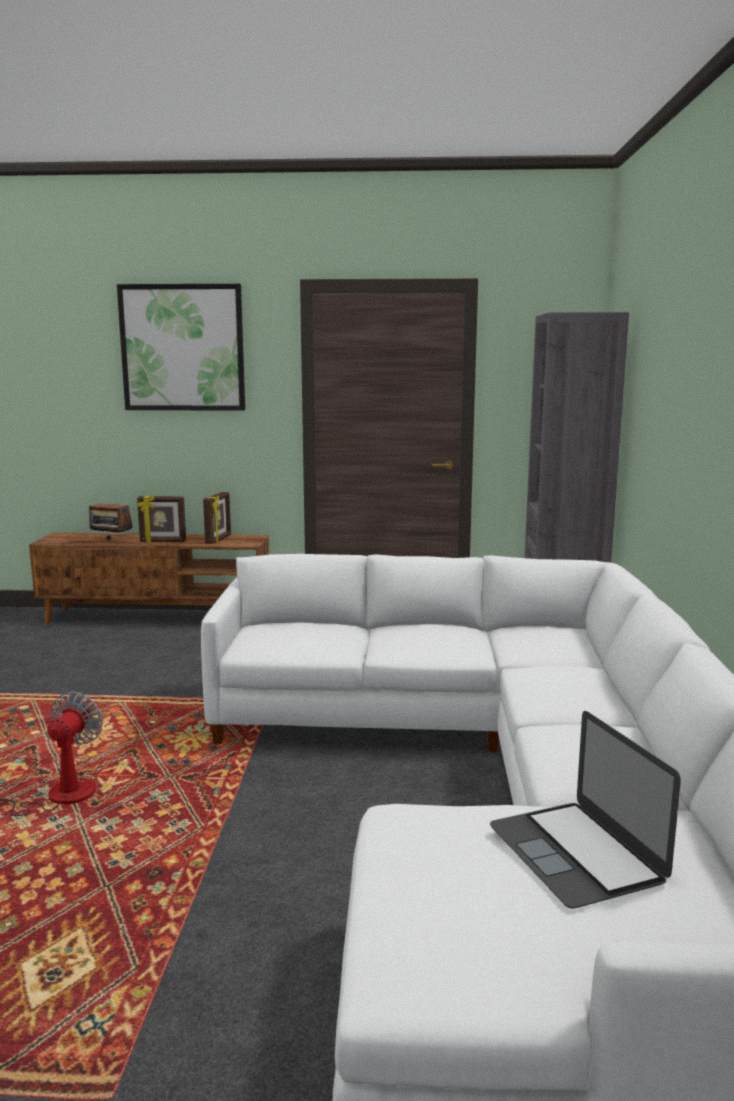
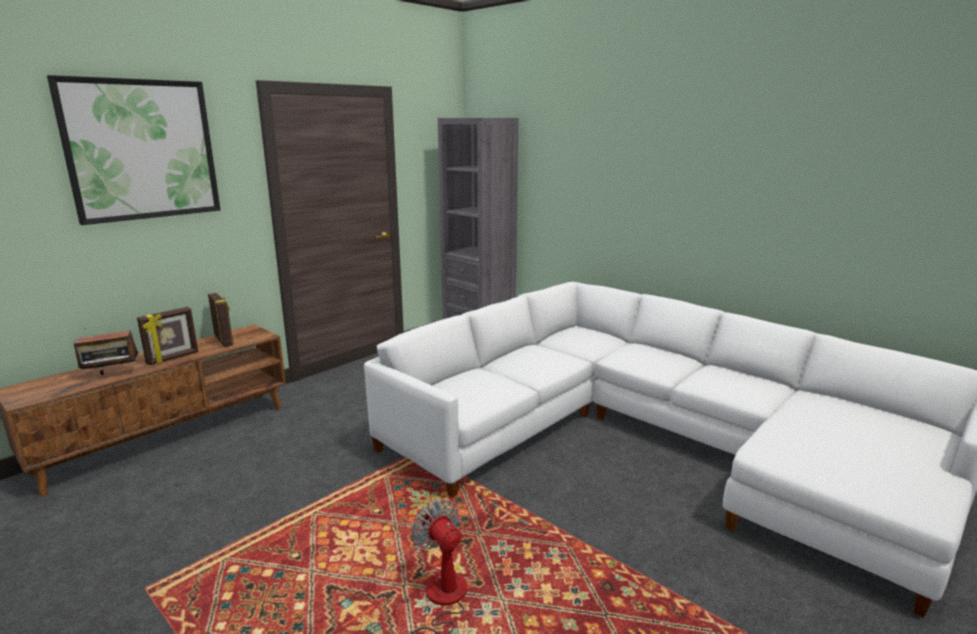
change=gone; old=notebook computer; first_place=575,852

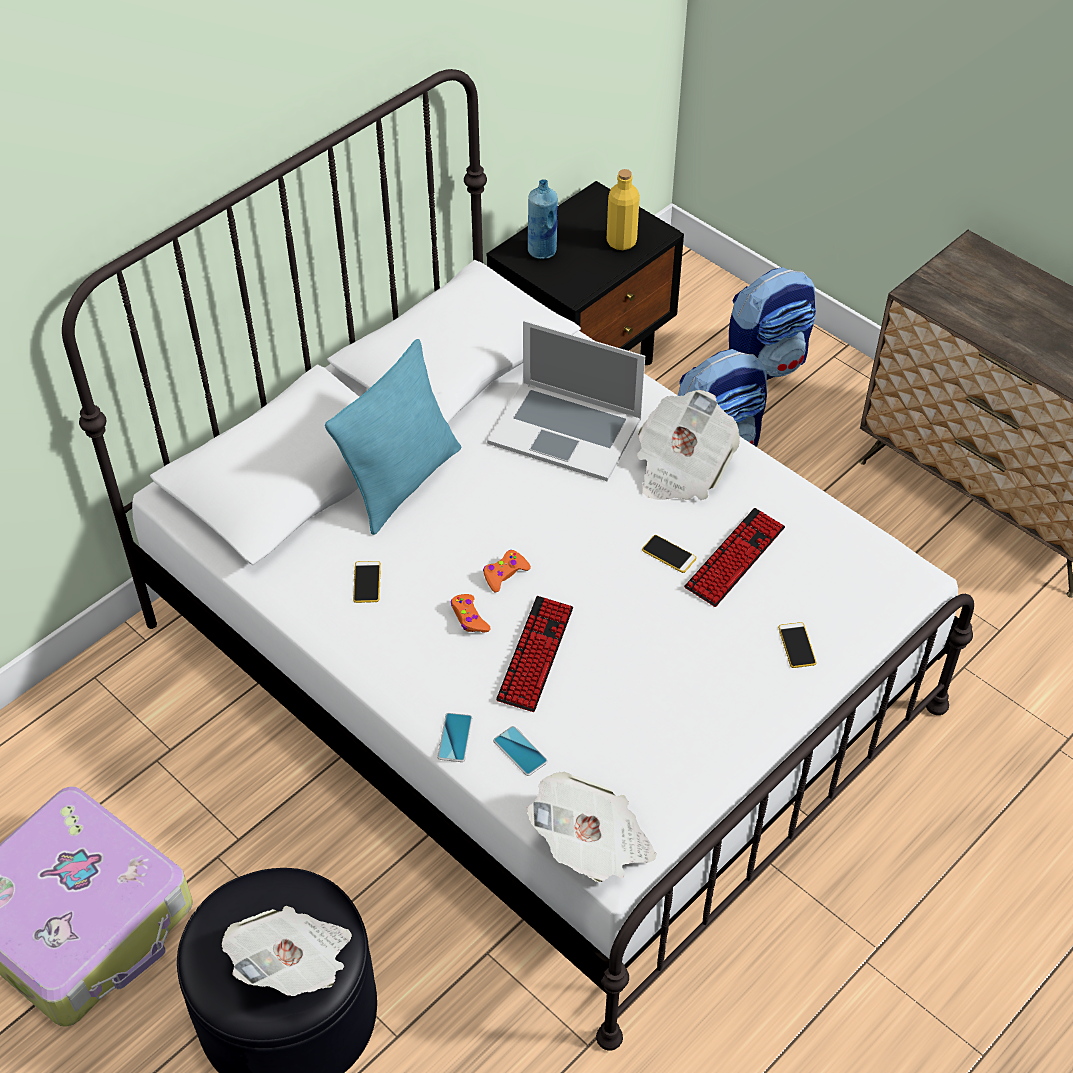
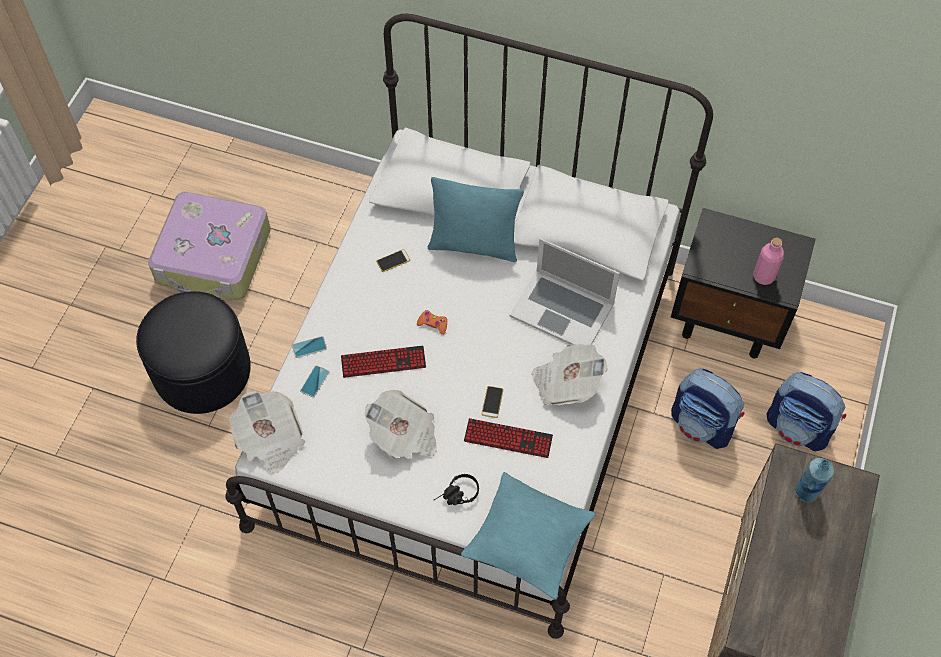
change=gone; old=orange game controller; first_place=469,618
change=new; new=blue-green cushion; second_place=528,539
change=shifted; old=daily paper; first_place=294,964; second_place=404,435
change=shifted; old=bluish bottle; first_place=542,251; second_place=807,492
change=swapped; old=handset; new=black-coloured pair of headphones; first_place=797,645; second_place=457,496
change=repainted; old=yellow-coloured bottle; new=pink-coloured bottle; first_place=621,242; second_place=763,276
change=rotated; old=notebook computer; first_place=565,430; second_place=562,309; degrees=-60

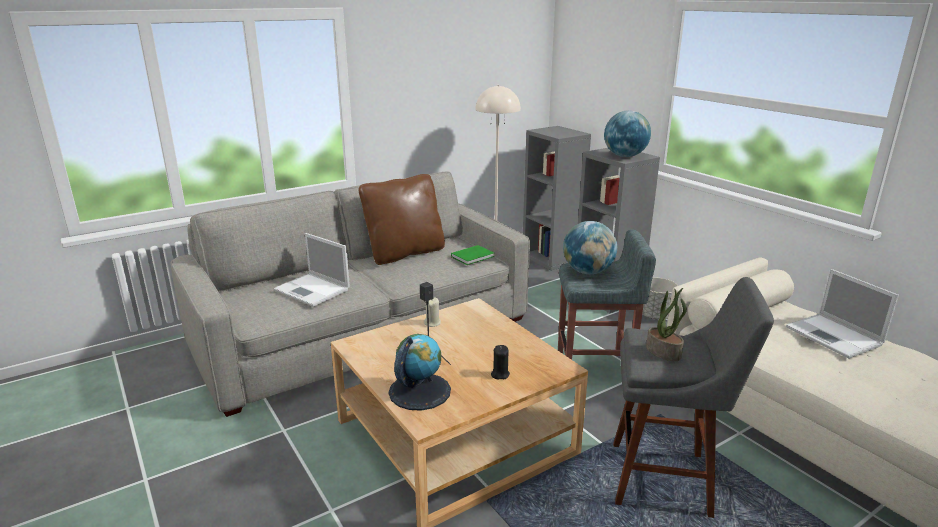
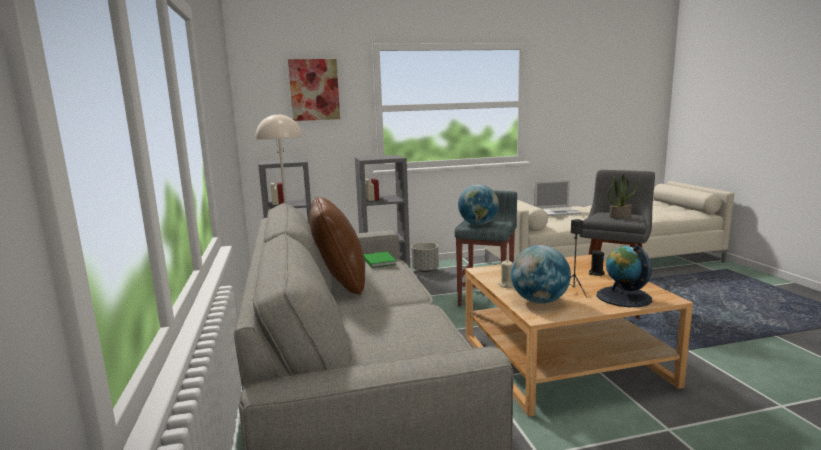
change=gone; old=notebook computer; first_place=313,290
change=new; new=wall art; second_place=314,90
change=shifted; old=globe; first_place=625,156; second_place=539,301

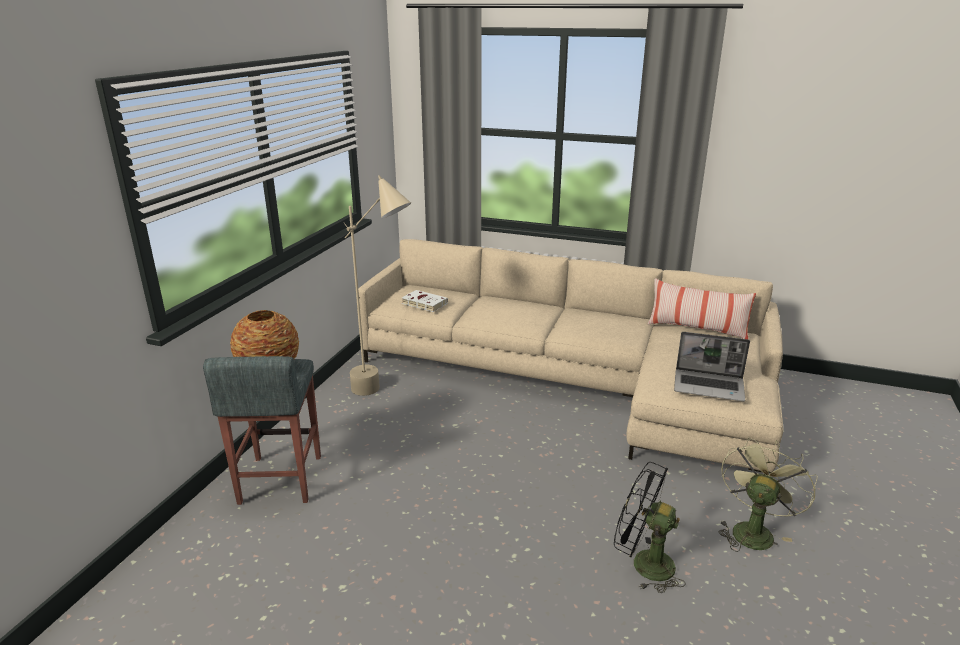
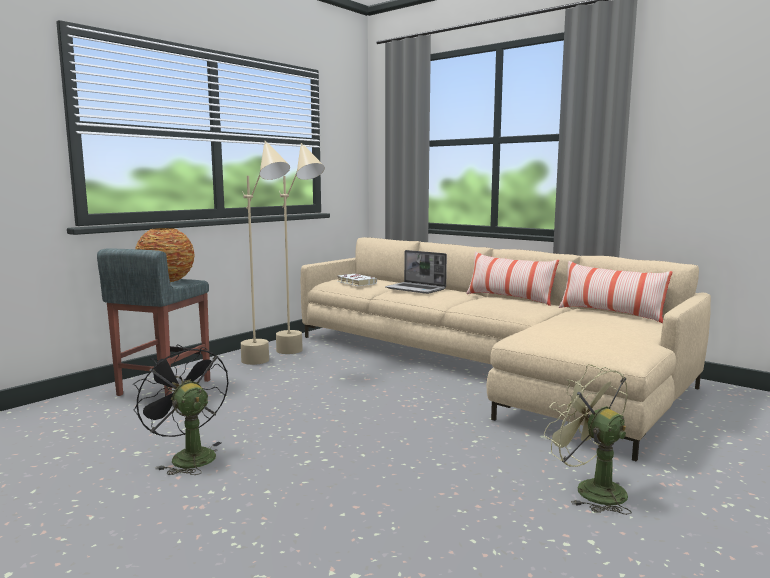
change=new; new=beige standing lamp; second_place=267,365
change=new; new=cushion; second_place=509,298
change=shifted; old=black-coloured electric fan; first_place=643,564; second_place=187,456
change=shifted; old=notebook computer; first_place=709,386; second_place=416,289
change=rotated; old=green electric fan; first_place=753,530; second_place=590,489; degrees=-90

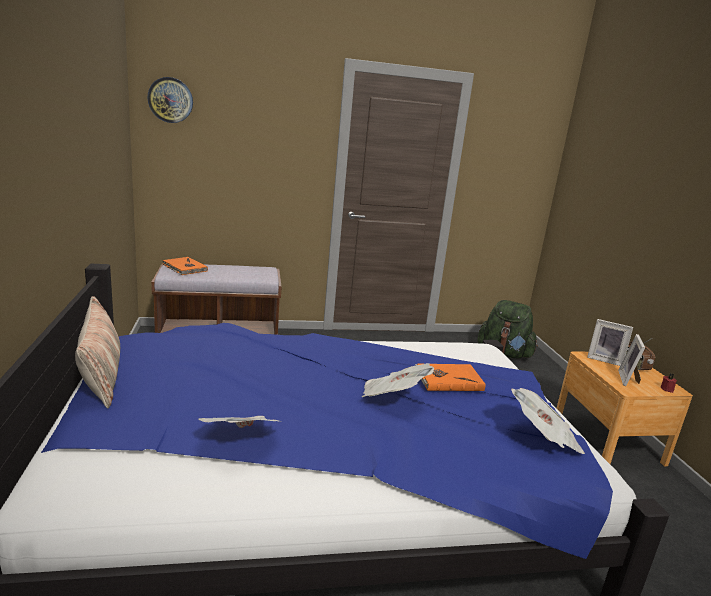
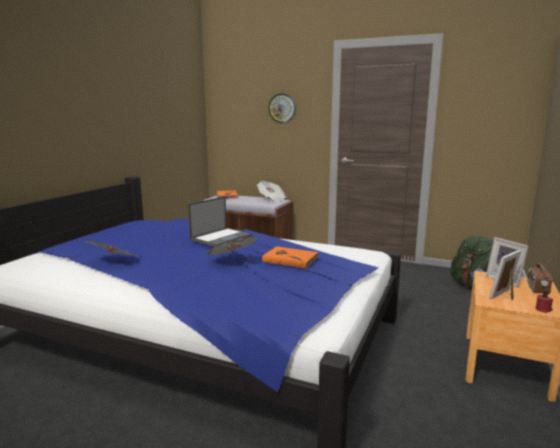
change=gone; old=cushion; first_place=101,373
change=new; new=notebook computer; second_place=221,237
change=shifted; old=wall clock; first_place=170,100; second_place=282,108
change=shifted; old=daily paper; first_place=543,437; second_place=271,199

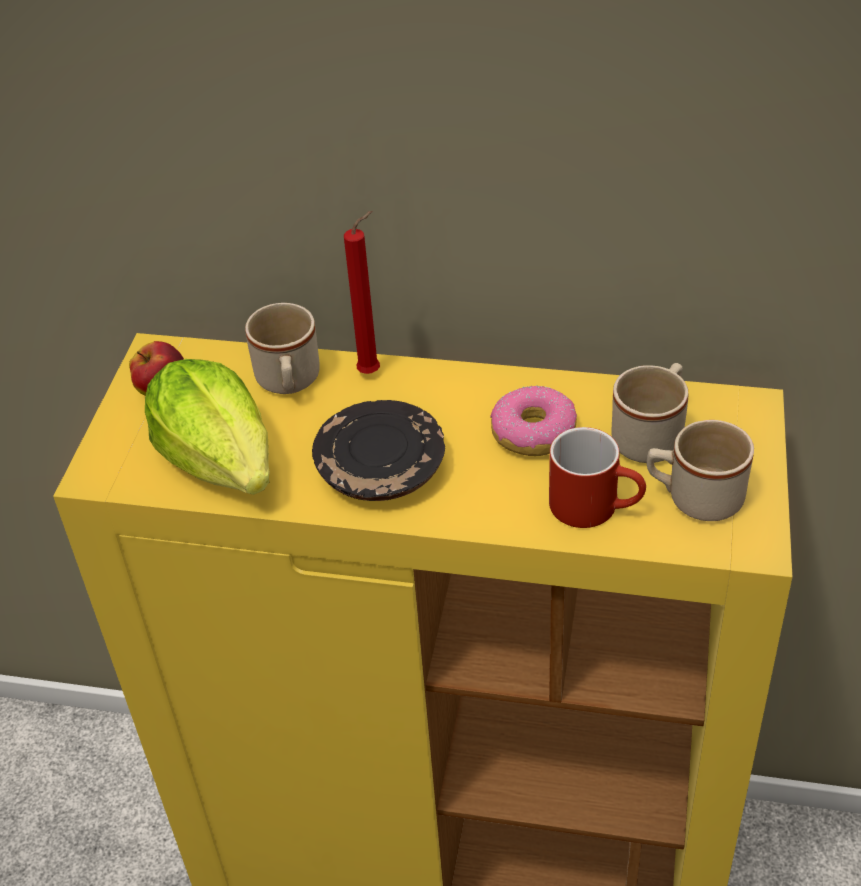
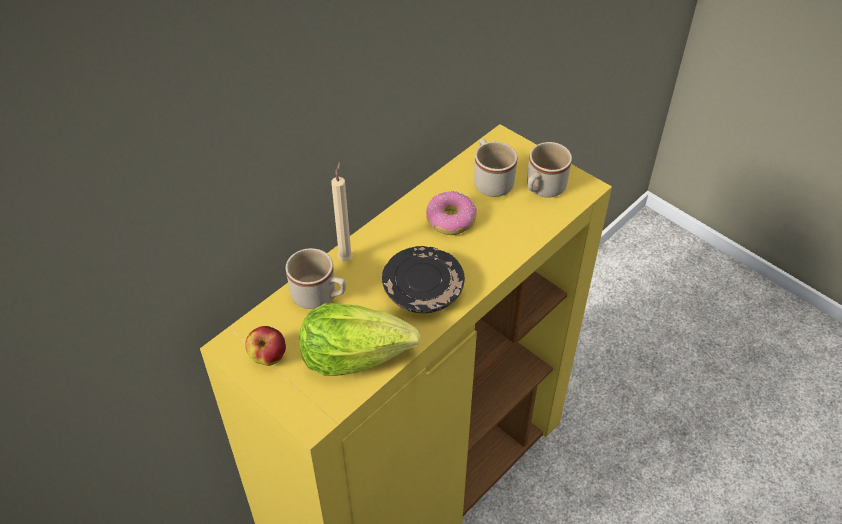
change=gone; old=reddish coffee mug; first_place=596,506
change=repainted; old=reddish wax light; new=beige wax light; first_place=372,372; second_place=346,257

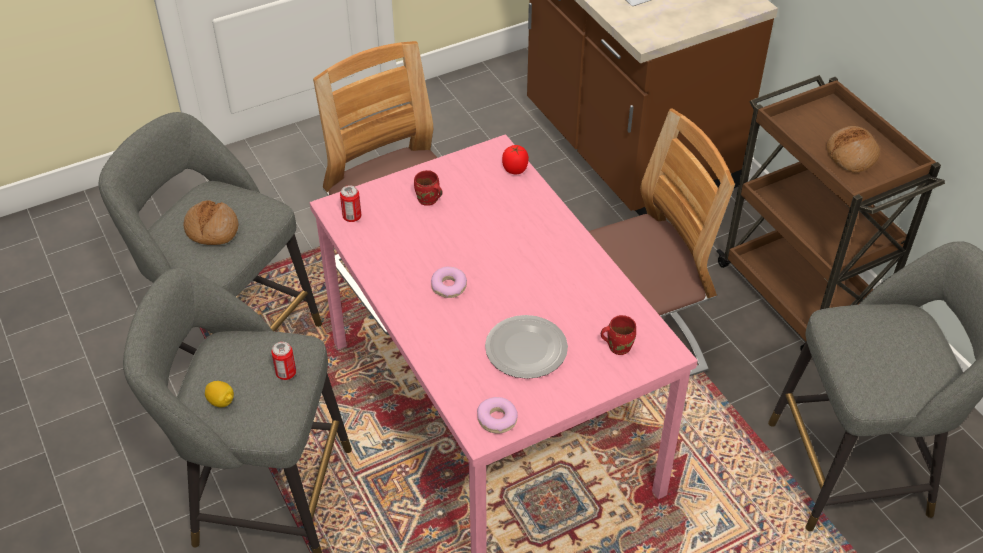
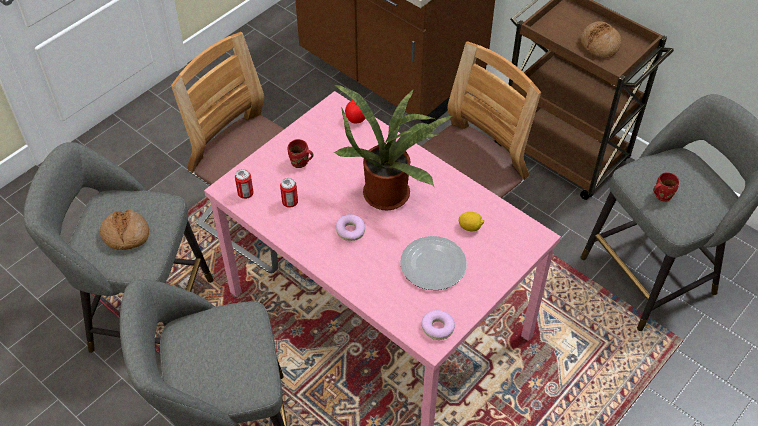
change=new; new=potted plant; second_place=390,191
change=shifted; old=citrus fruit; first_place=221,401; second_place=470,227
change=shifted; old=sealed can; first_place=286,373; second_place=290,202
change=shifted; old=reddish coffee mug; first_place=618,346; second_place=661,195

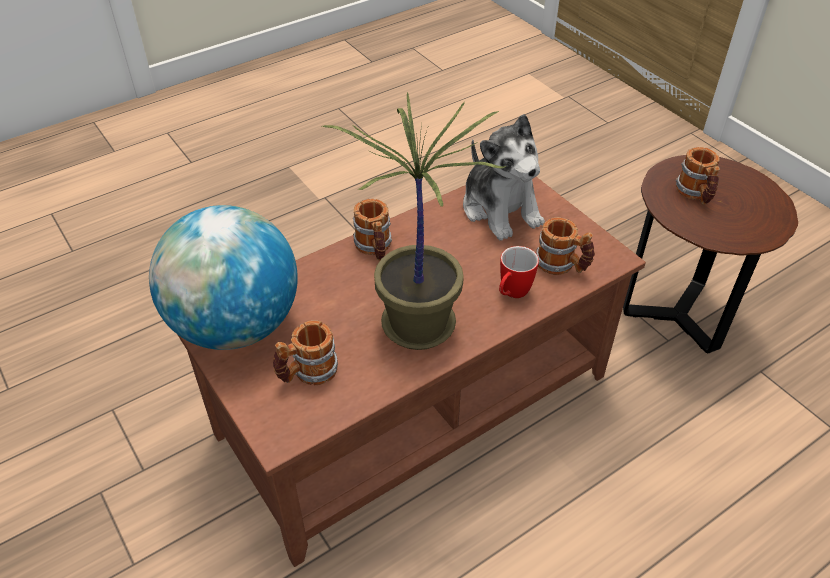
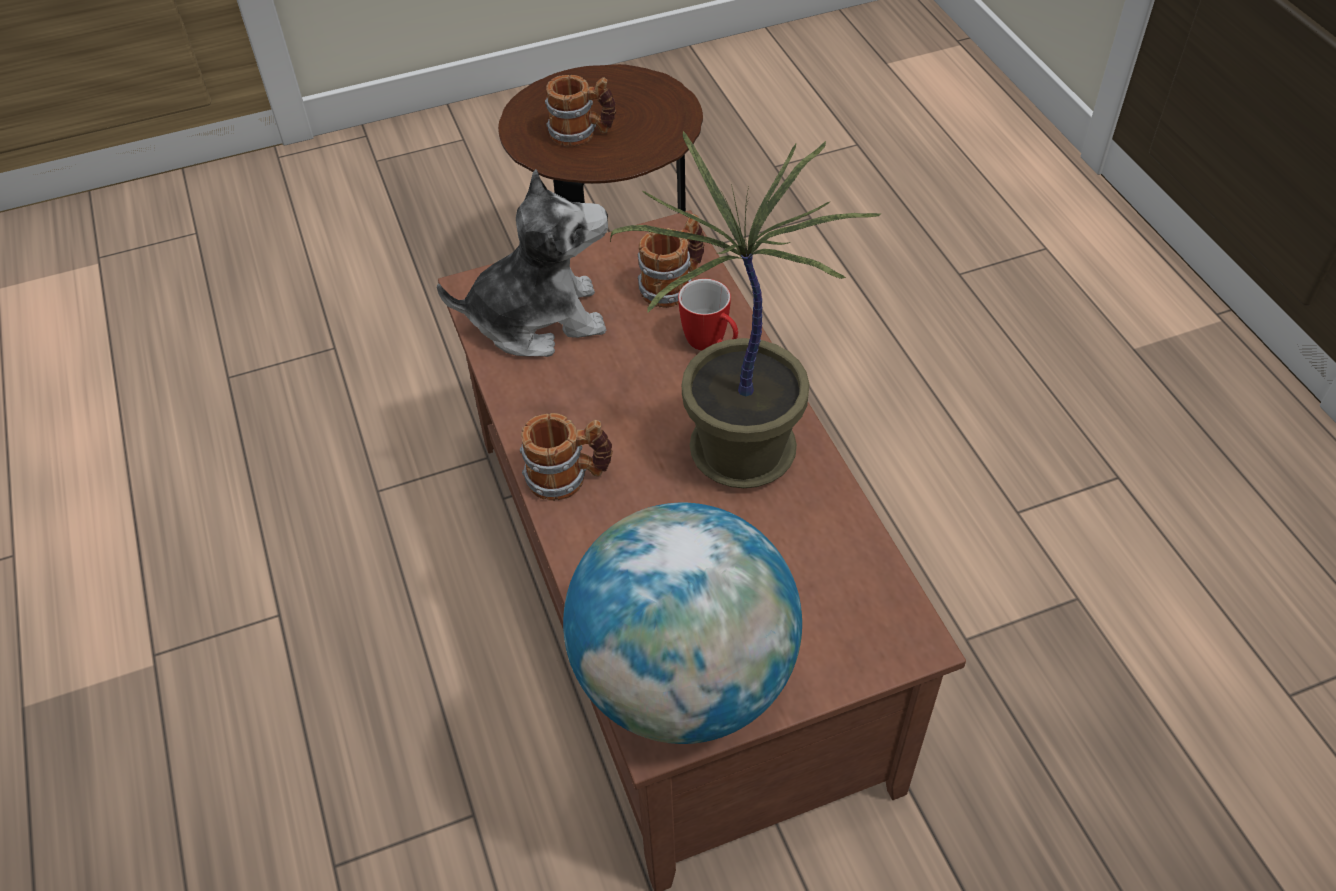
change=gone; old=coffee mug; first_place=307,373

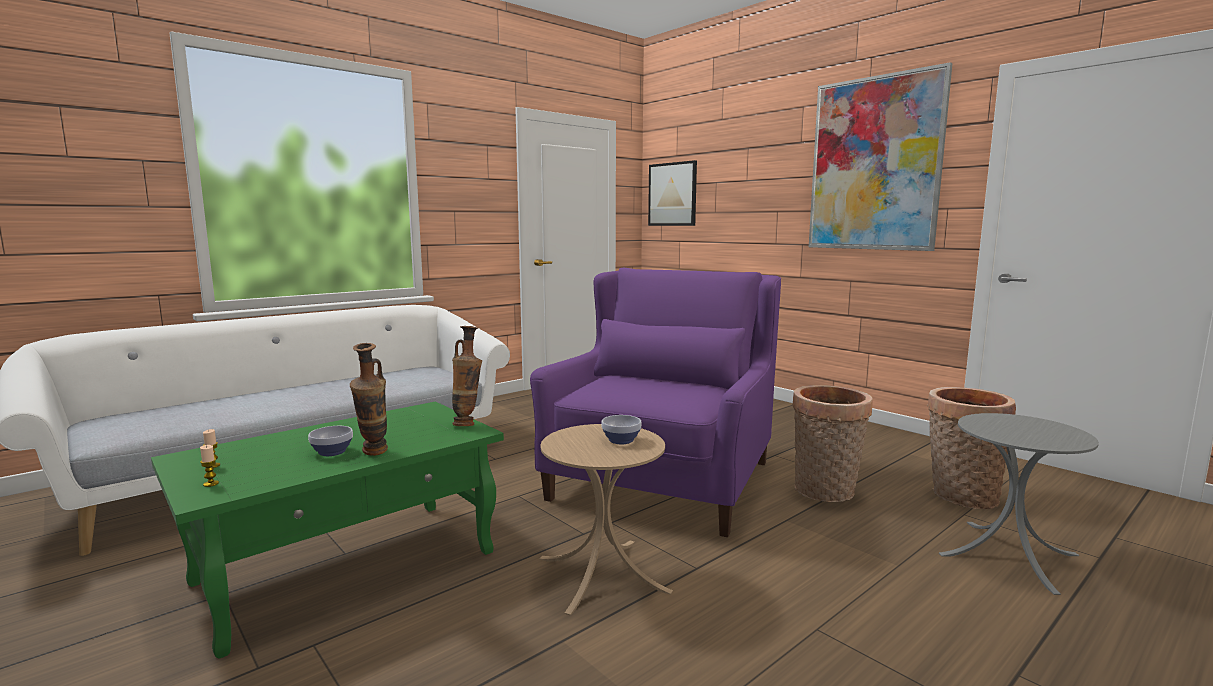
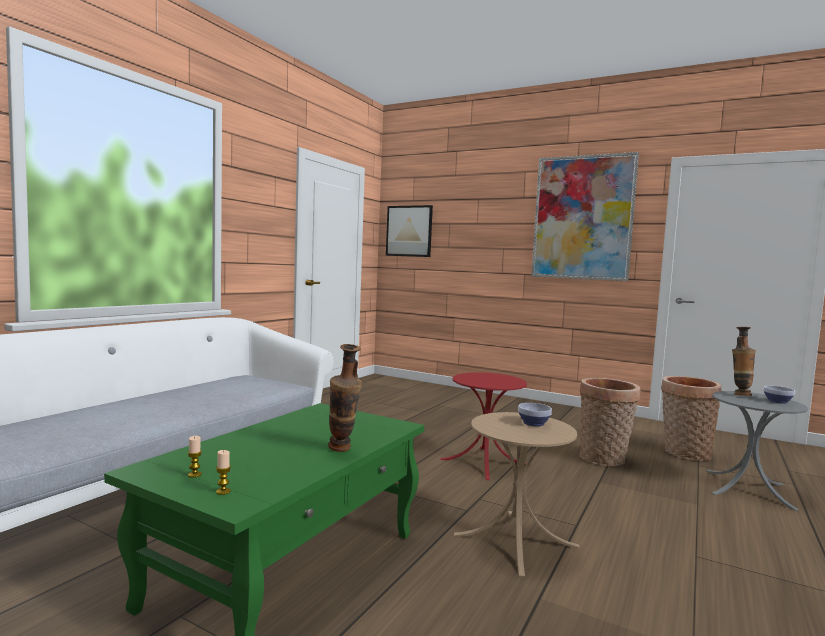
change=shifted; old=deep dish; first_place=331,452; second_place=777,401
change=shifted; old=decorative vase; first_place=468,424; second_place=740,395
change=swapped; old=purplish easy chair; new=reddish accent table; first_place=662,481; second_place=484,462

